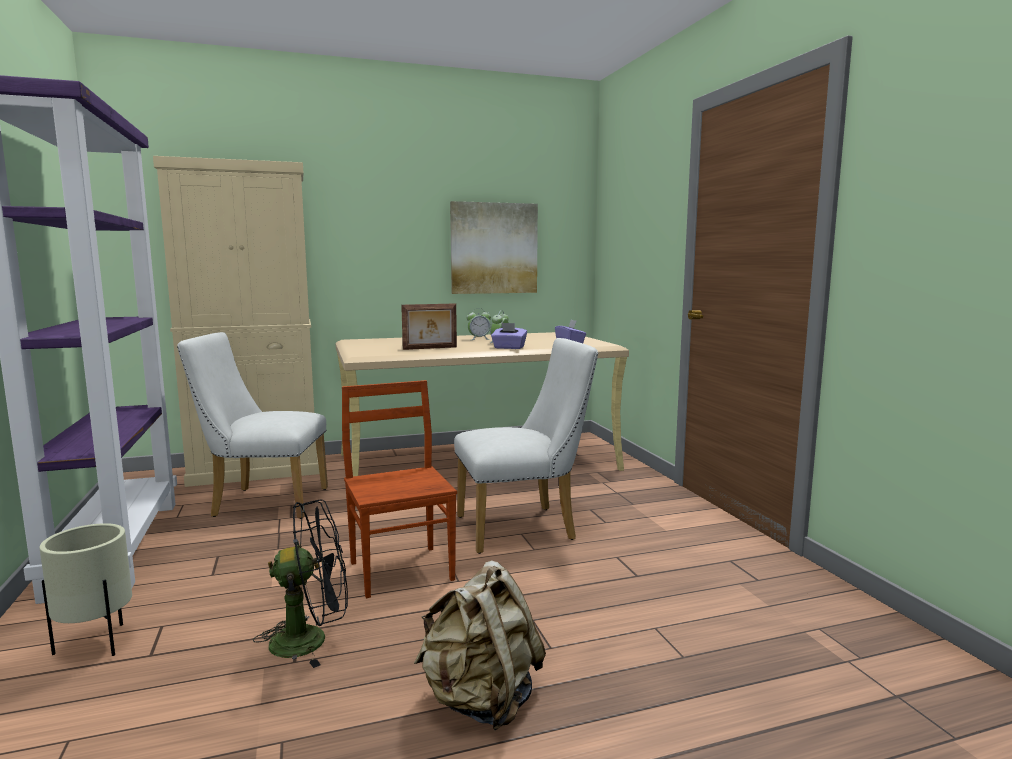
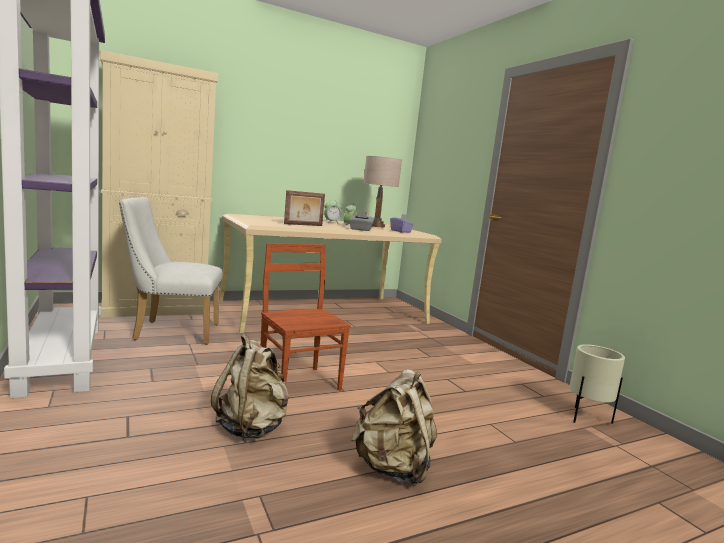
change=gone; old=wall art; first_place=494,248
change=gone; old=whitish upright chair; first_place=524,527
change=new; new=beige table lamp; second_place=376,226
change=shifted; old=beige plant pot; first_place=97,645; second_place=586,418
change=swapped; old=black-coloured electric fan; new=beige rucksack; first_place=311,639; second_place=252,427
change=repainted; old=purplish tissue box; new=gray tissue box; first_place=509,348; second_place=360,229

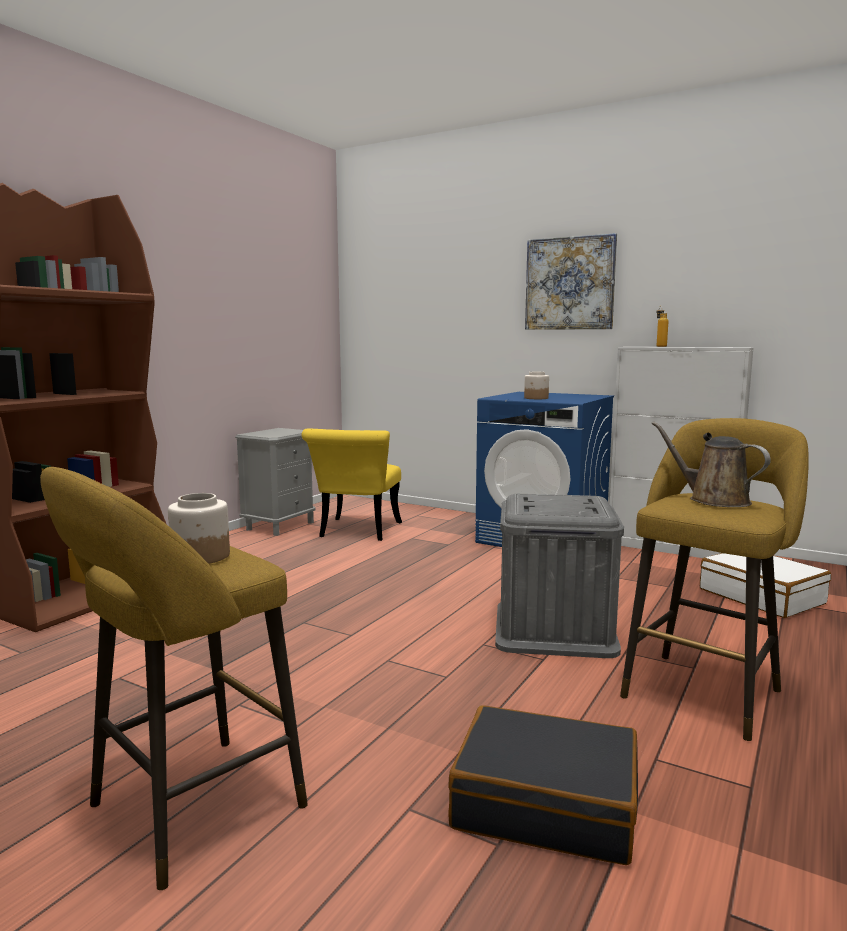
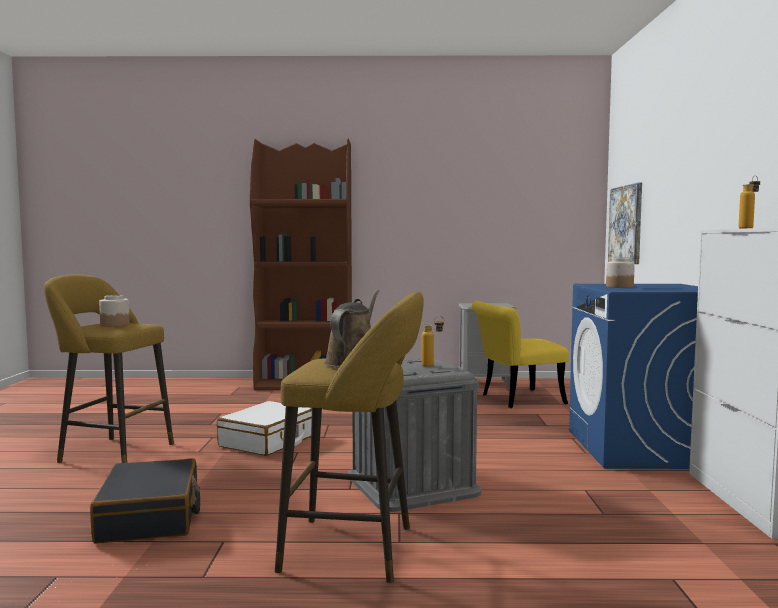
change=new; new=bottle; second_place=432,365
change=shifted; old=wall art; first_place=570,283; second_place=626,224
change=shifted; old=whitish suitcase; first_place=761,596; second_place=268,441

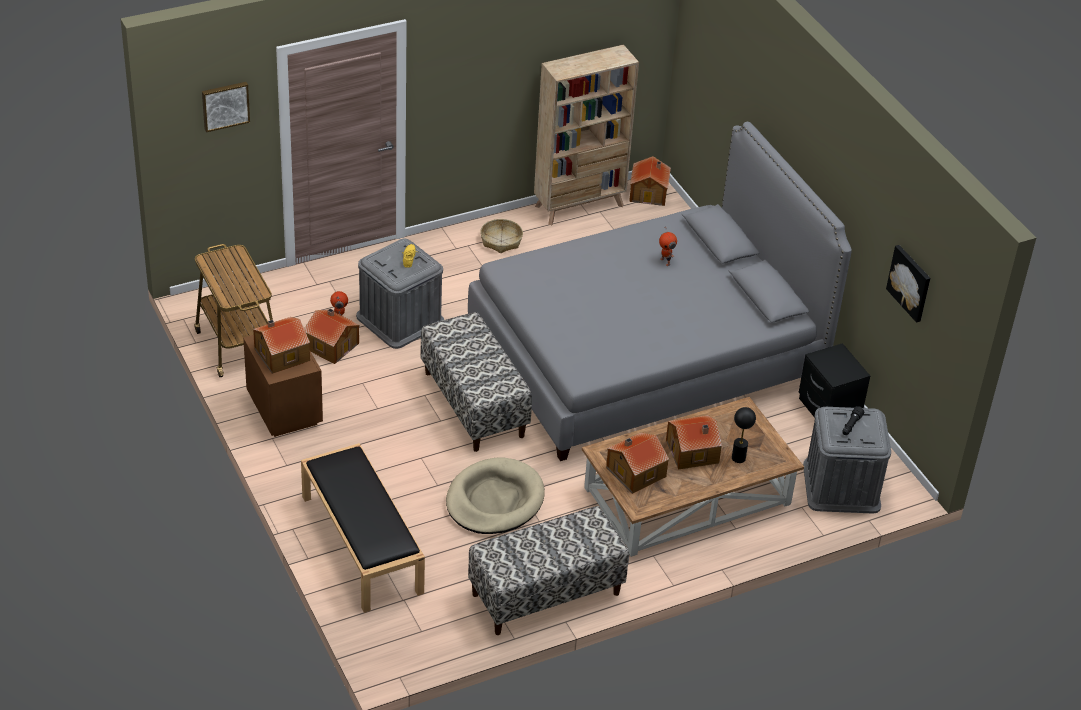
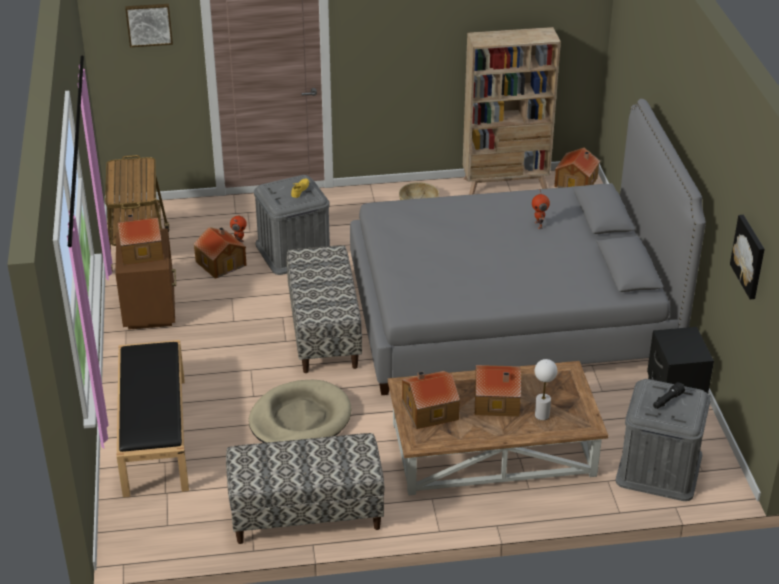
change=repainted; old=black-coloured table lamp; new=whitish table lamp; first_place=738,458; second_place=541,415

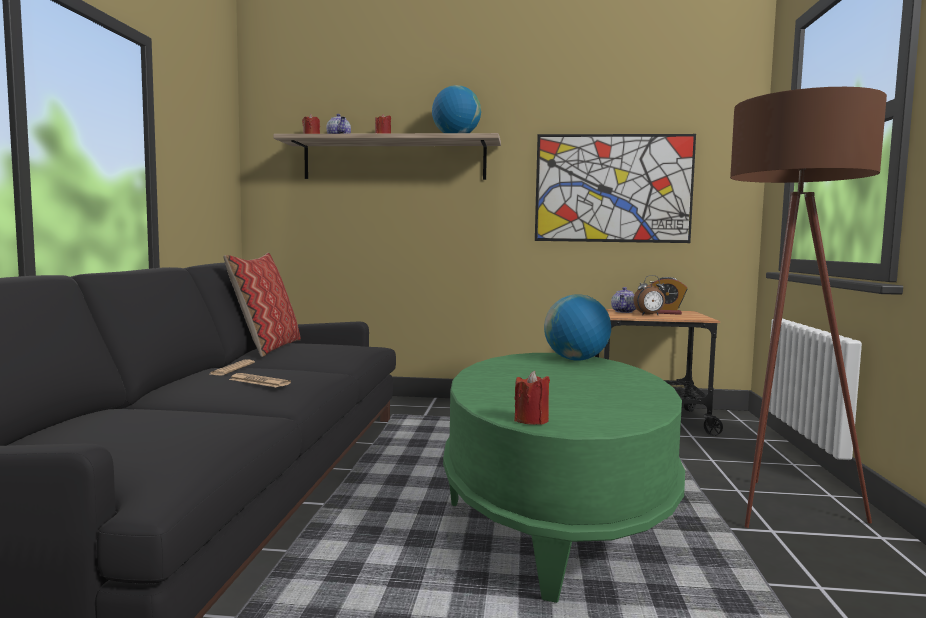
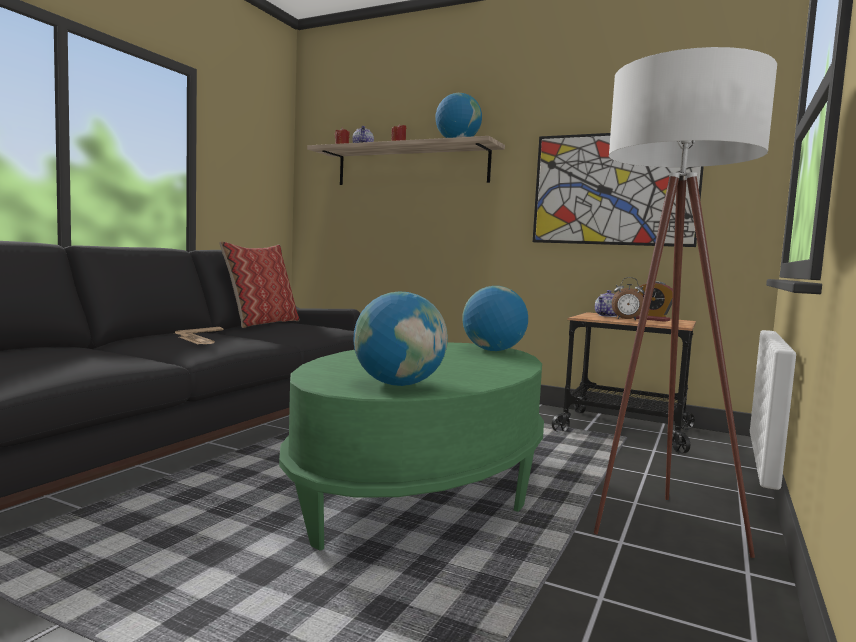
change=gone; old=reddish wax light; first_place=531,420
change=new; new=globe; second_place=399,384
change=repainted; old=brown standing lamp; new=whitish standing lamp; first_place=779,513; second_place=653,529

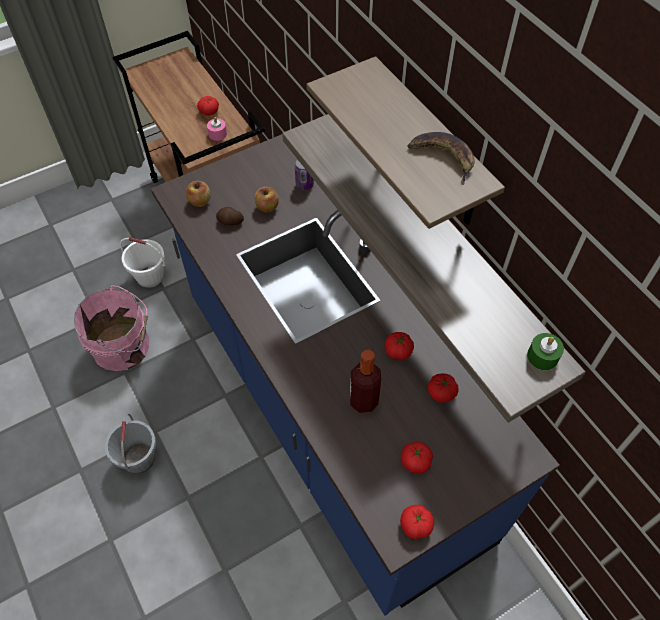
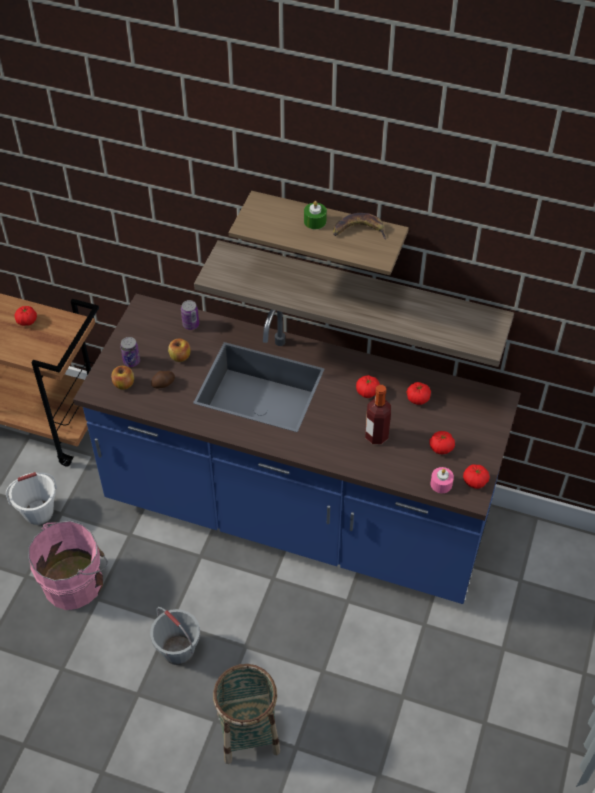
change=new; new=sealed can; second_place=131,361
change=new; new=basket; second_place=248,733
change=shifted; old=pink-coloured wax light; first_place=217,134; second_place=441,484
change=shifted; old=green wax light; first_place=542,356; second_place=315,221

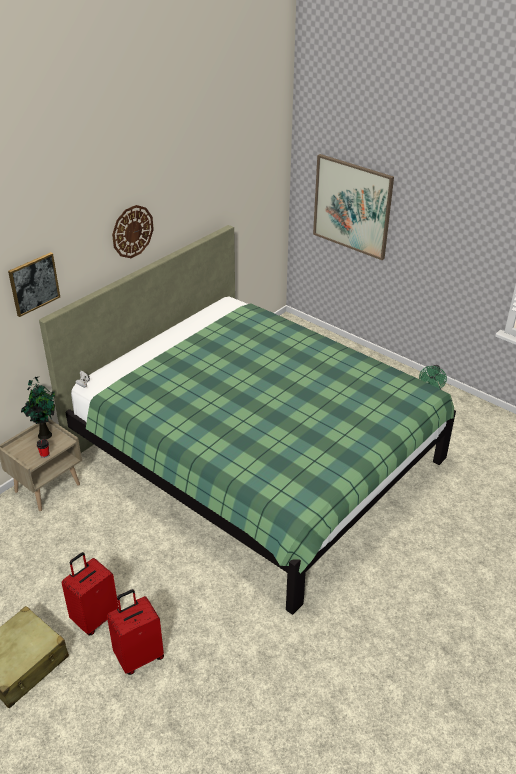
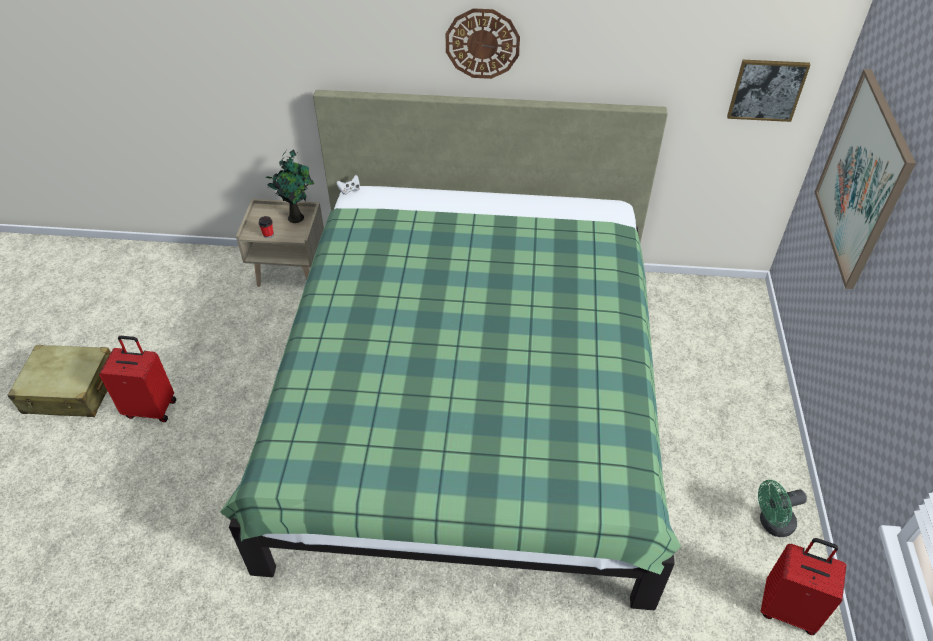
change=shifted; old=wall art; first_place=34,284; second_place=767,90
change=shifted; old=reddish suitcase; first_place=139,656; second_place=788,608

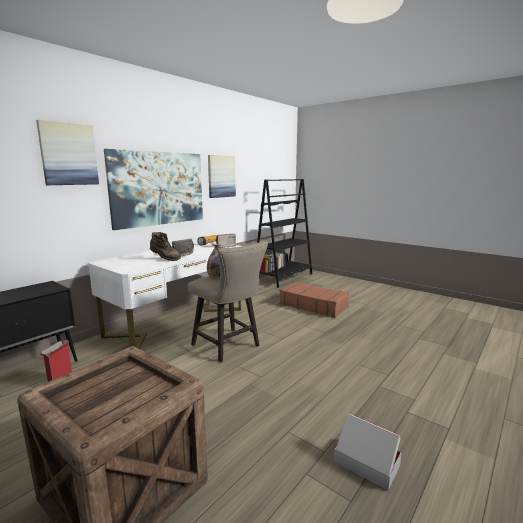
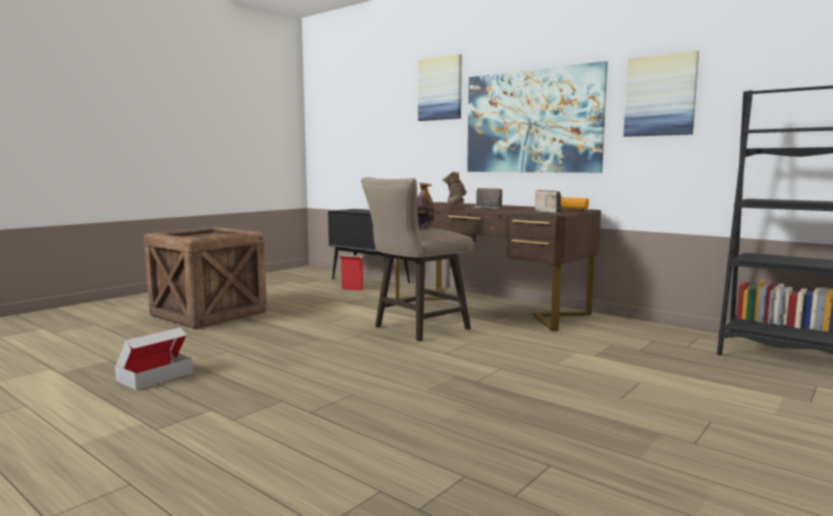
change=gone; old=brown suitcase; first_place=313,306
change=repainted; old=whitish desk unit; new=brown desk unit; first_place=178,322; second_place=487,307

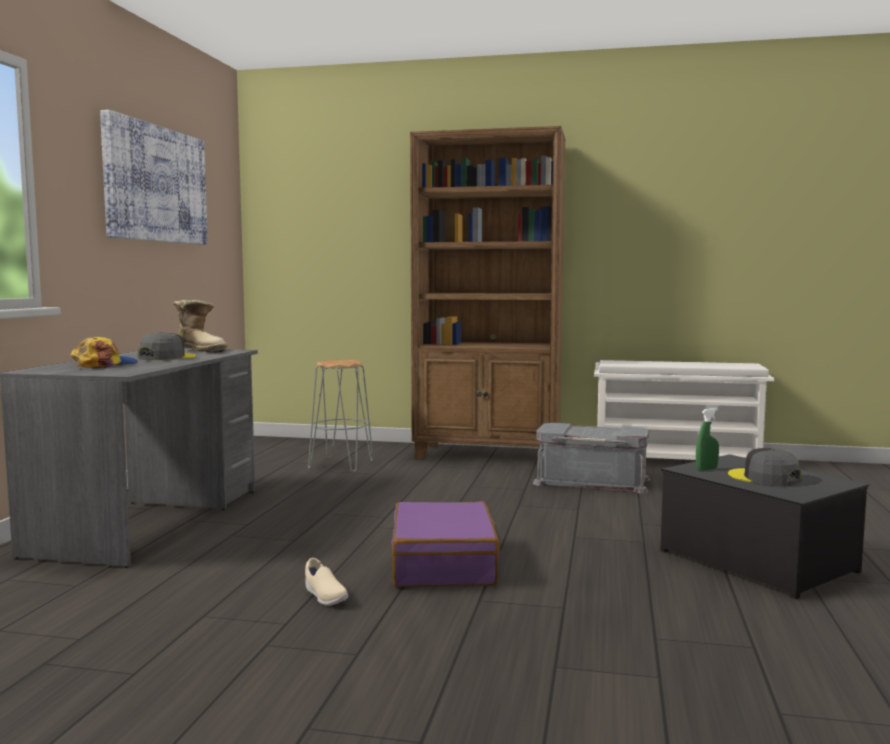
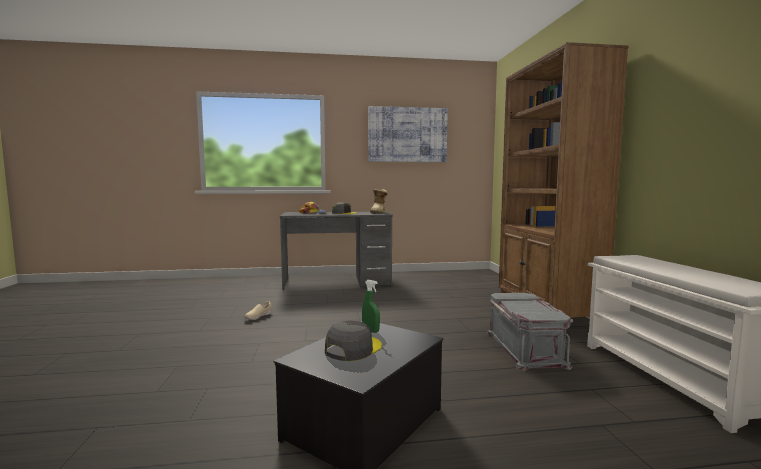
change=gone; old=gray sitting stool; first_place=341,465
change=gone; old=purplish suitcase; first_place=444,564

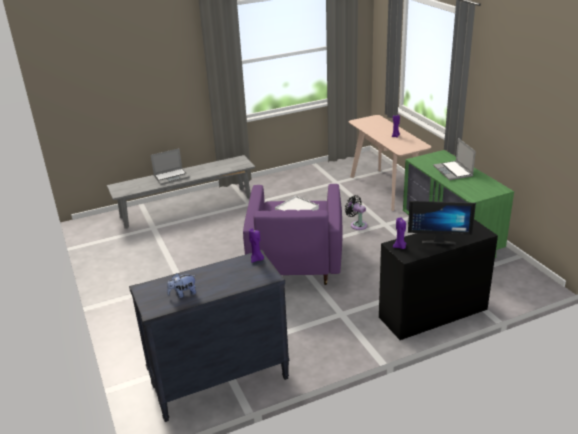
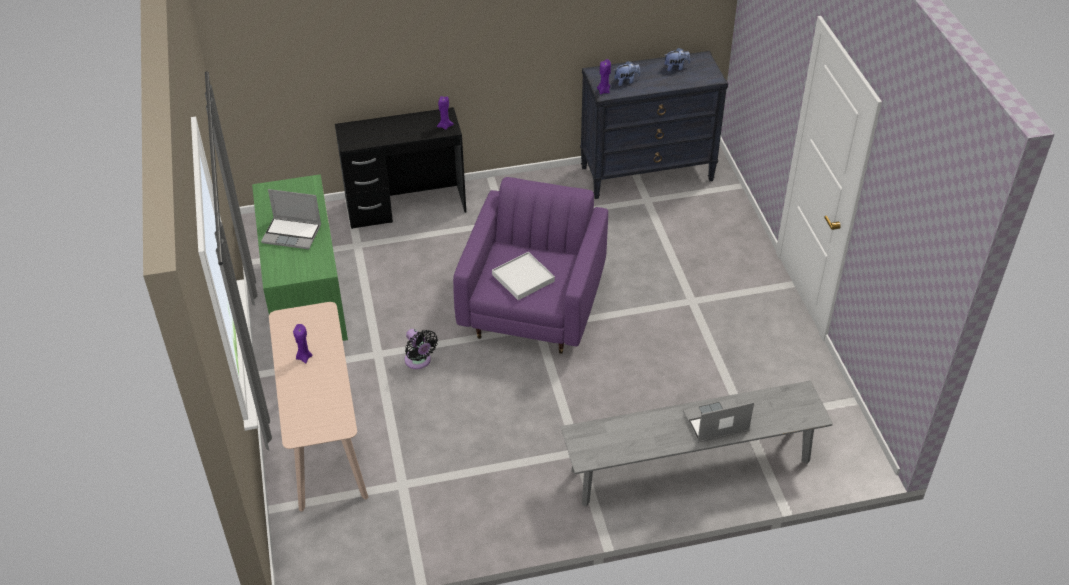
change=gone; old=computer display; first_place=438,240
change=new; new=cuddly toy; second_place=626,81
change=rotated; old=notebook computer; first_place=453,171; second_place=293,234; degrees=105

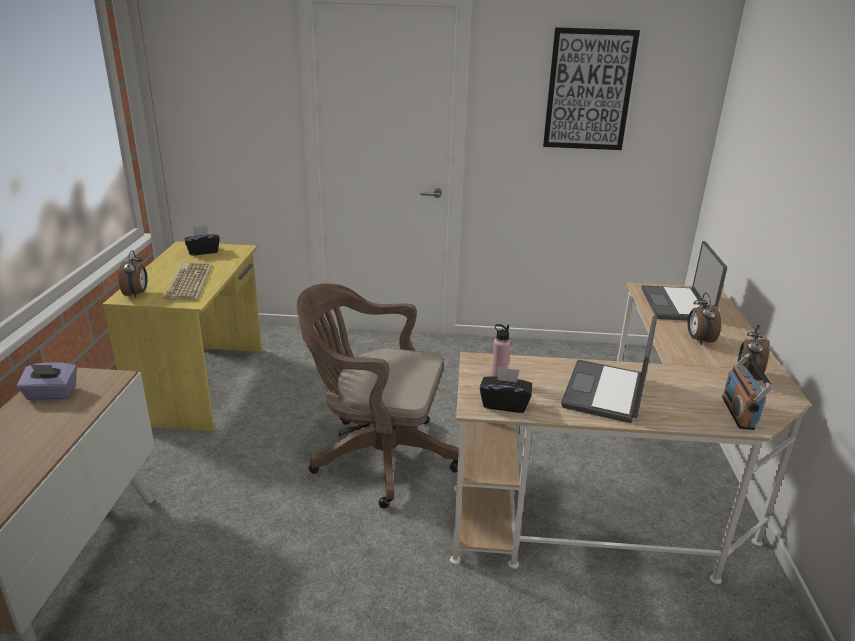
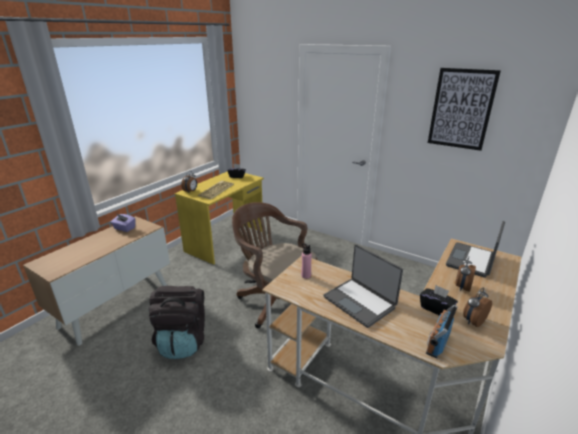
change=new; new=black-coloured rucksack; second_place=183,341
change=shifted; old=black-coloured tissue box; first_place=504,404; second_place=436,309
change=rotated; old=notebook computer; first_place=606,393; second_place=360,302; degrees=-90

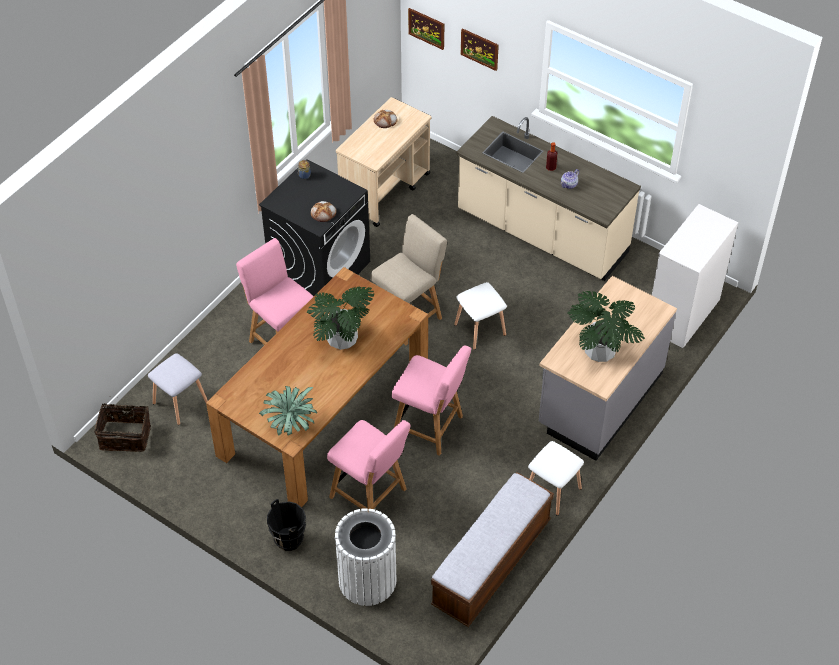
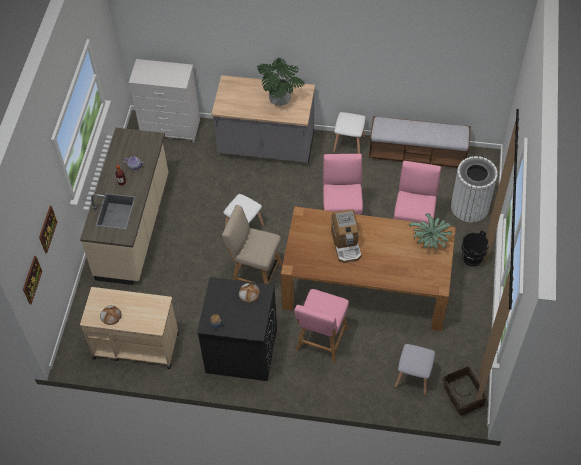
change=swapped; old=potted plant; new=coffee machine; first_place=342,339; second_place=346,244

